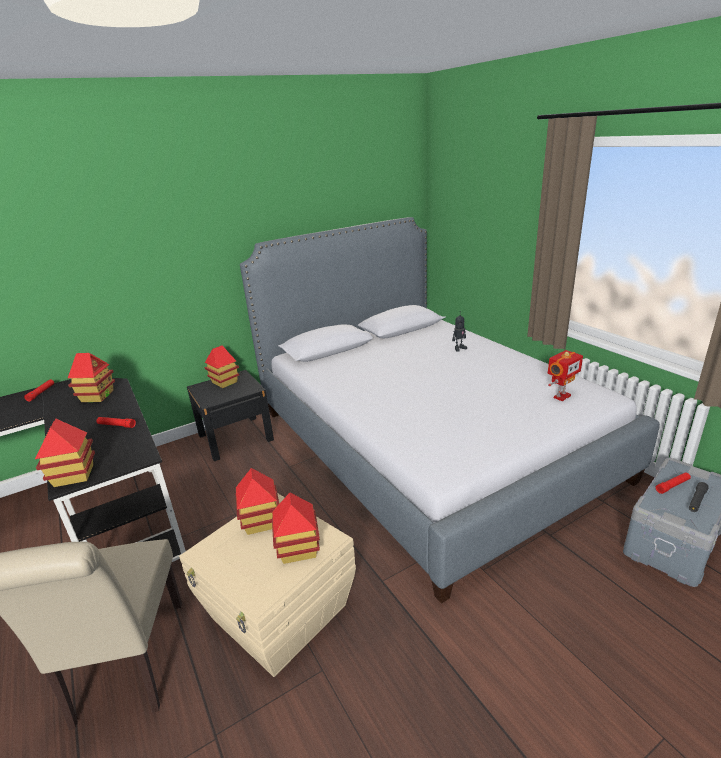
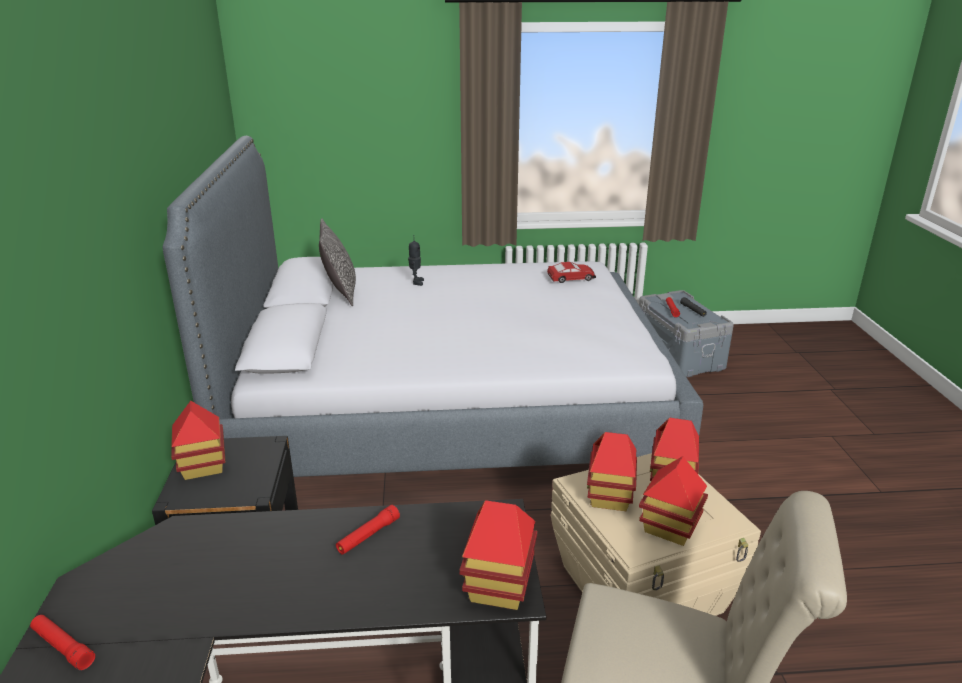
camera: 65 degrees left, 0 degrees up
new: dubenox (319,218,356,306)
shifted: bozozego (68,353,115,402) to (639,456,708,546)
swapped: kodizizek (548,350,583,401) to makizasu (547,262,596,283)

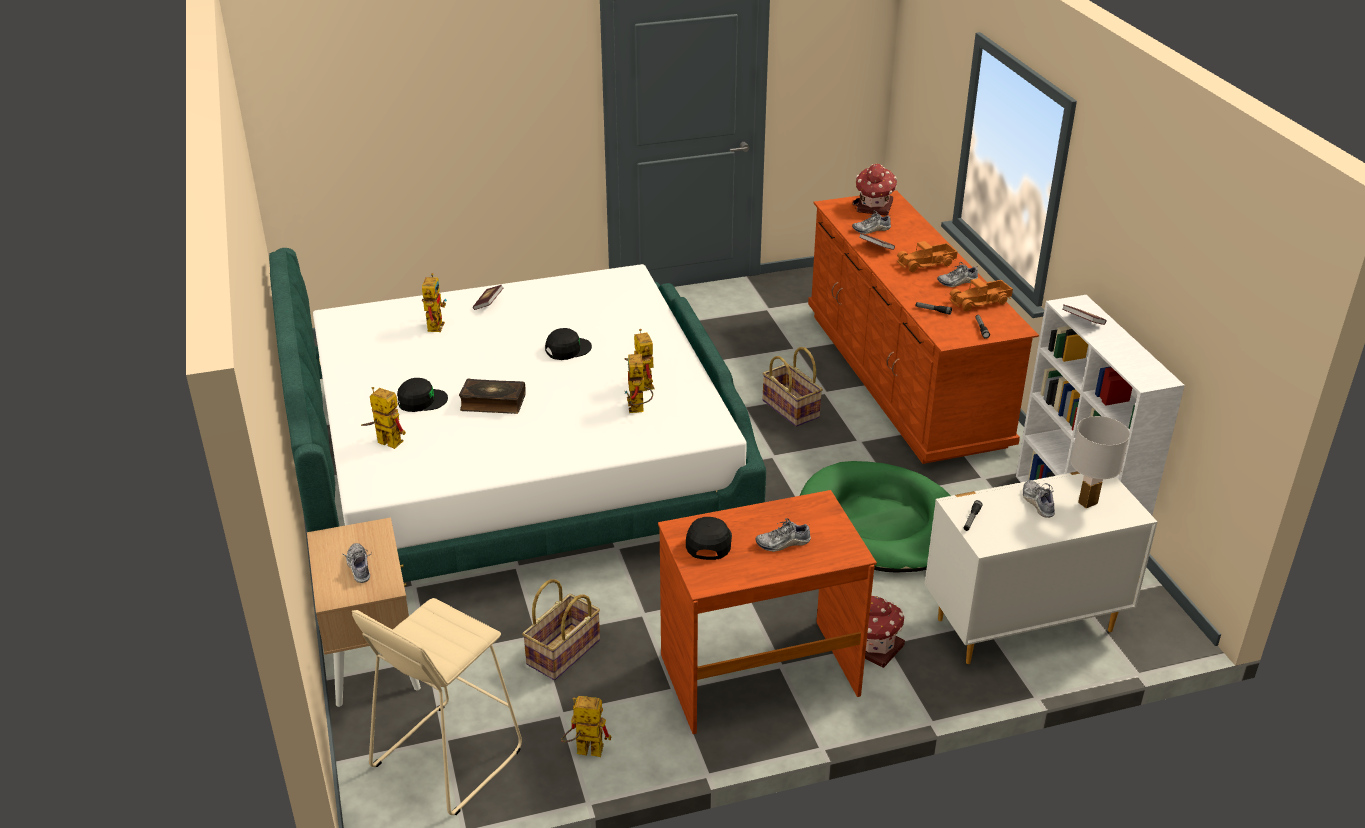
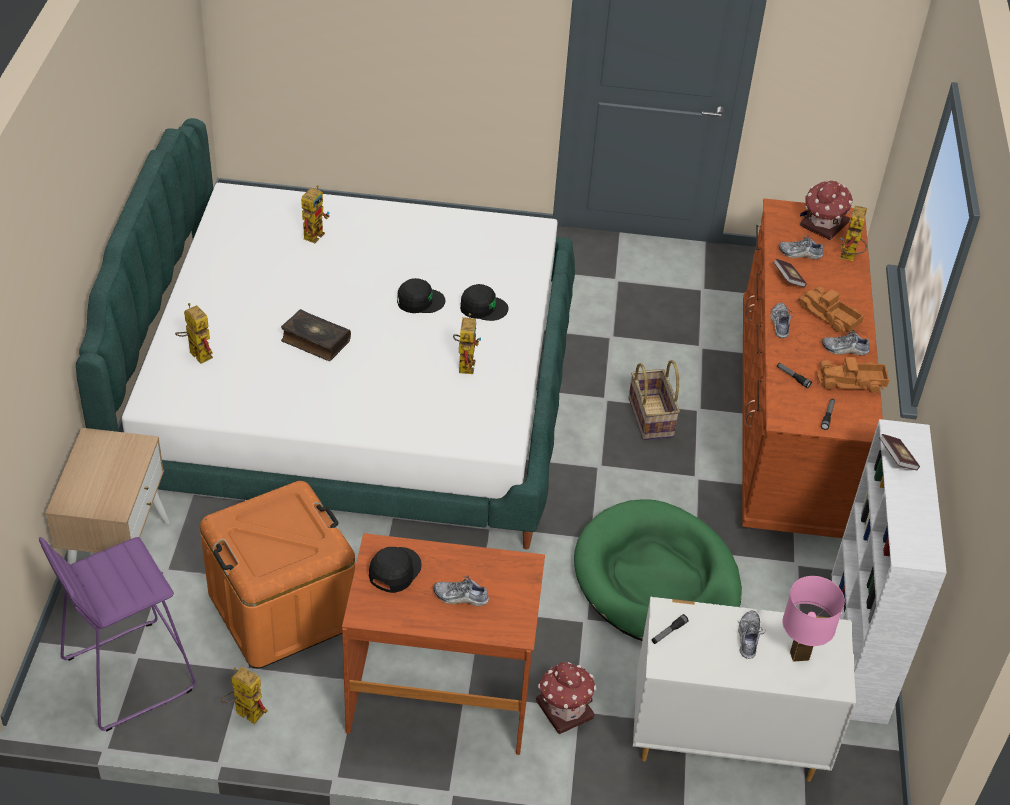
camera: 20 degrees right, 10 degrees up
gone: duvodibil (473,285,503,310)
shifted: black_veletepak (397,378,448,412) to (460,284,508,321); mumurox (343,543,372,583) to (770,303,795,338); kodizizek (624,354,653,413) to (840,205,867,261)
swapped: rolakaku (522,579,600,680) to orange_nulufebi (200,481,355,669)
repainted: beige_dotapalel (352,598,522,815) to purple_dotapalel (39,537,196,731); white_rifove (1071,416,1130,508) to pink_rifove (783,576,845,662)
rotated: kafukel (897,241,958,272) = (798,286,864,332) 45 degrees clockwise

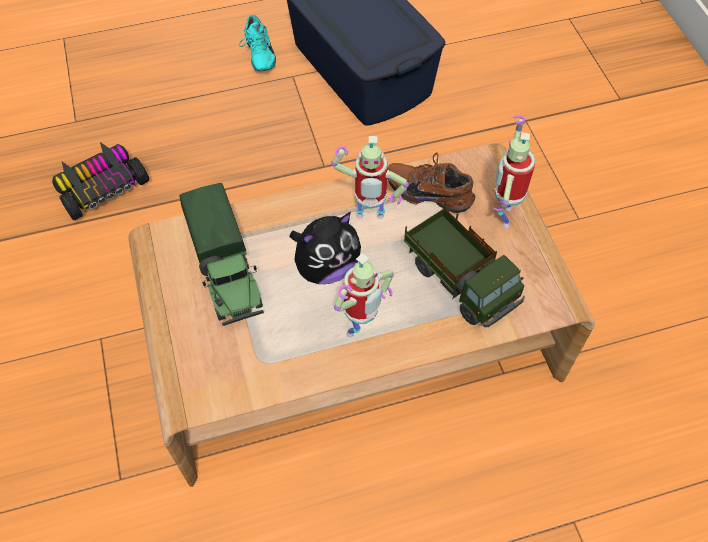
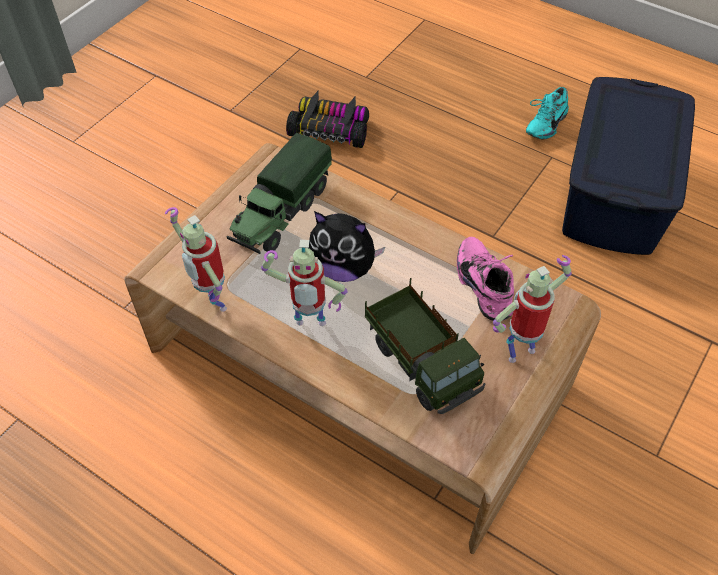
camera: 50 degrees right, 5 degrees down
shifted: kodizizek (331,136,409,219) to (165,207,227,312)
repainted: brown_mumurox (387,153,475,213) to pink_mumurox (457,237,514,321)
rotated: kafukel (404,201,525,327) = (364,278,485,414) 45 degrees counterclockwise

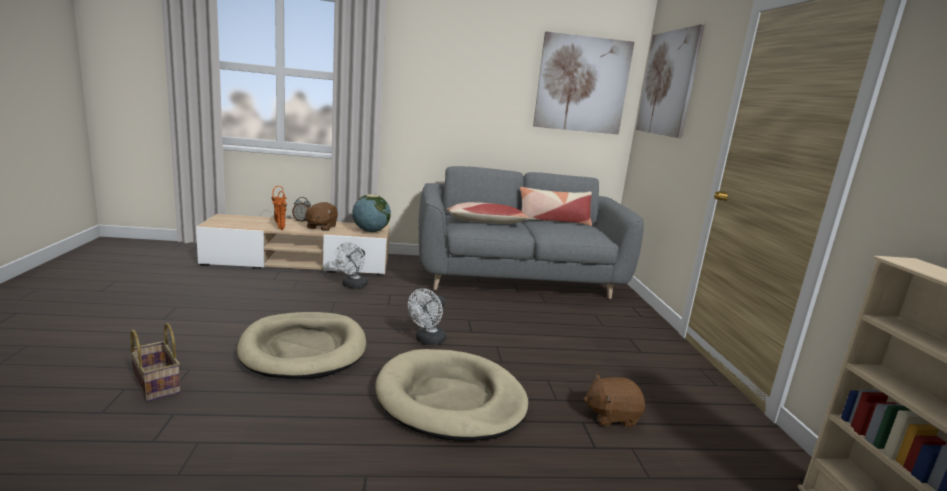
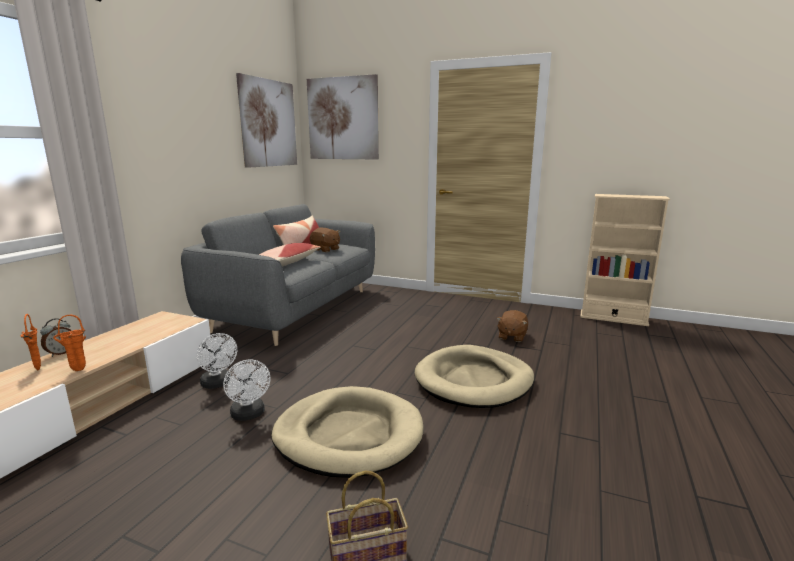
camera: 60 degrees left, 0 degrees up
gone: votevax (352,194,391,232)
shifted: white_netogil (408,288,446,345) to (223,359,270,421); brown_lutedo (304,202,338,231) to (310,228,340,252)

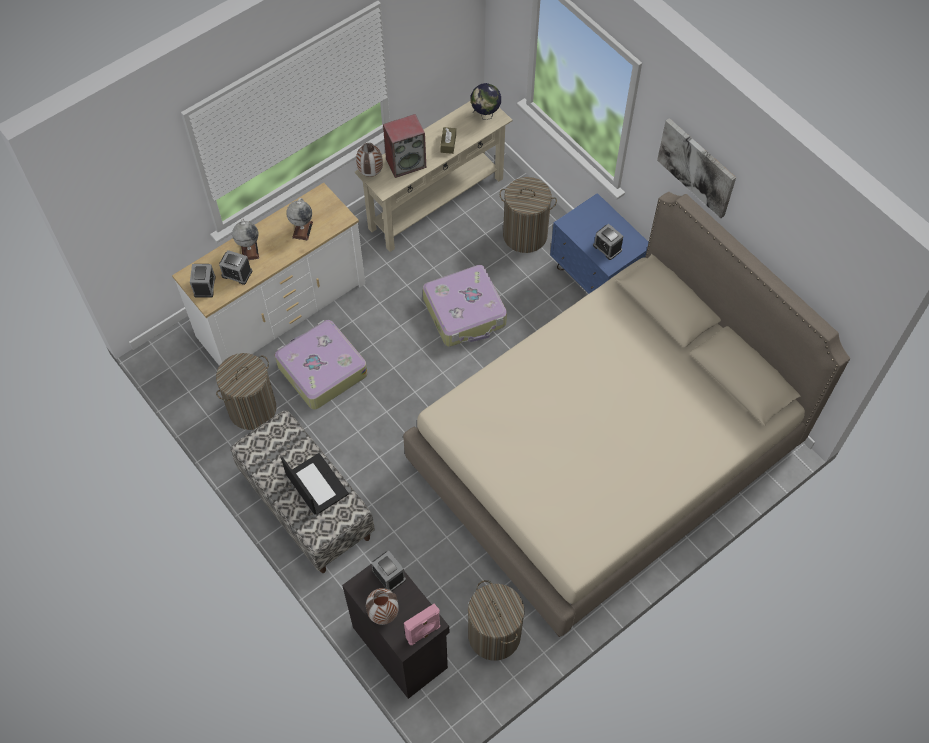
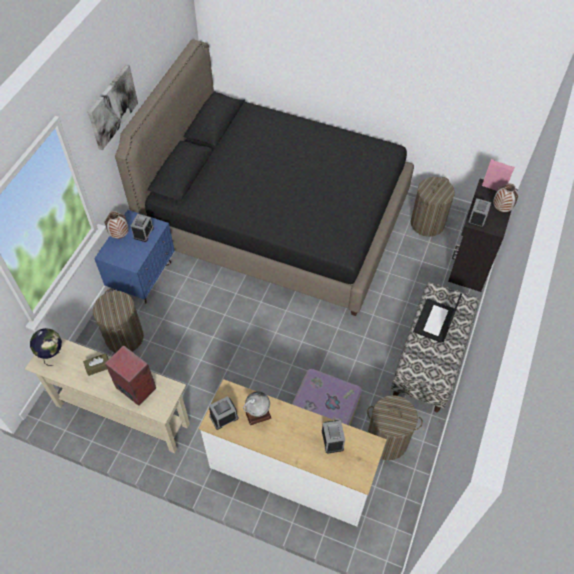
camera: 120 degrees left, 5 degrees down
gone: votevax (232,219,259,260); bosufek (423,265,507,347)
shifted: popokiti (356,143,383,177) to (104,211,129,239); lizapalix (190,264,216,298) to (209,396,239,430)
repainted: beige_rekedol (403,192,850,637) to black_rekedol (115,39,414,316)

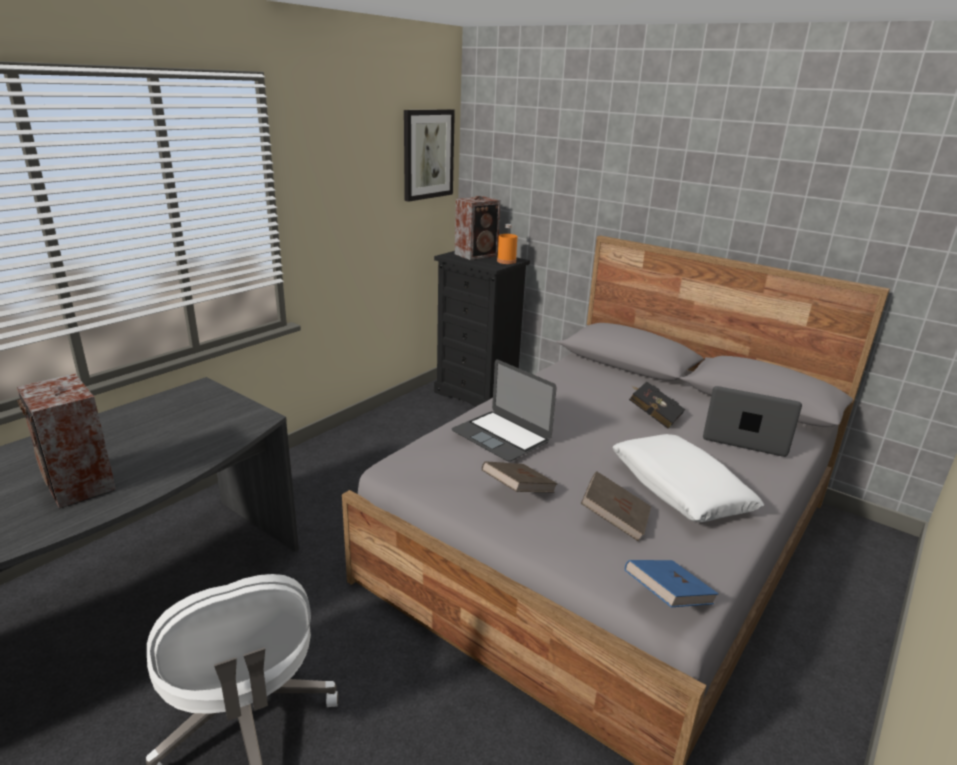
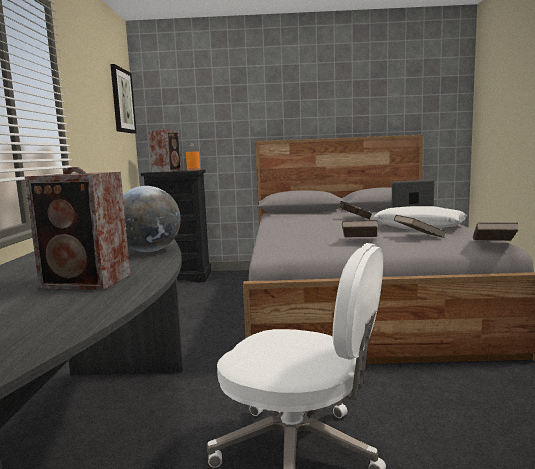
camera: 35 degrees left, 15 degrees down
gone: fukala (452,359,557,461)
new: votevax (123,186,181,252)
repainted: blue_duvodibil (625,560,719,607) to brown_duvodibil (473,223,518,241)

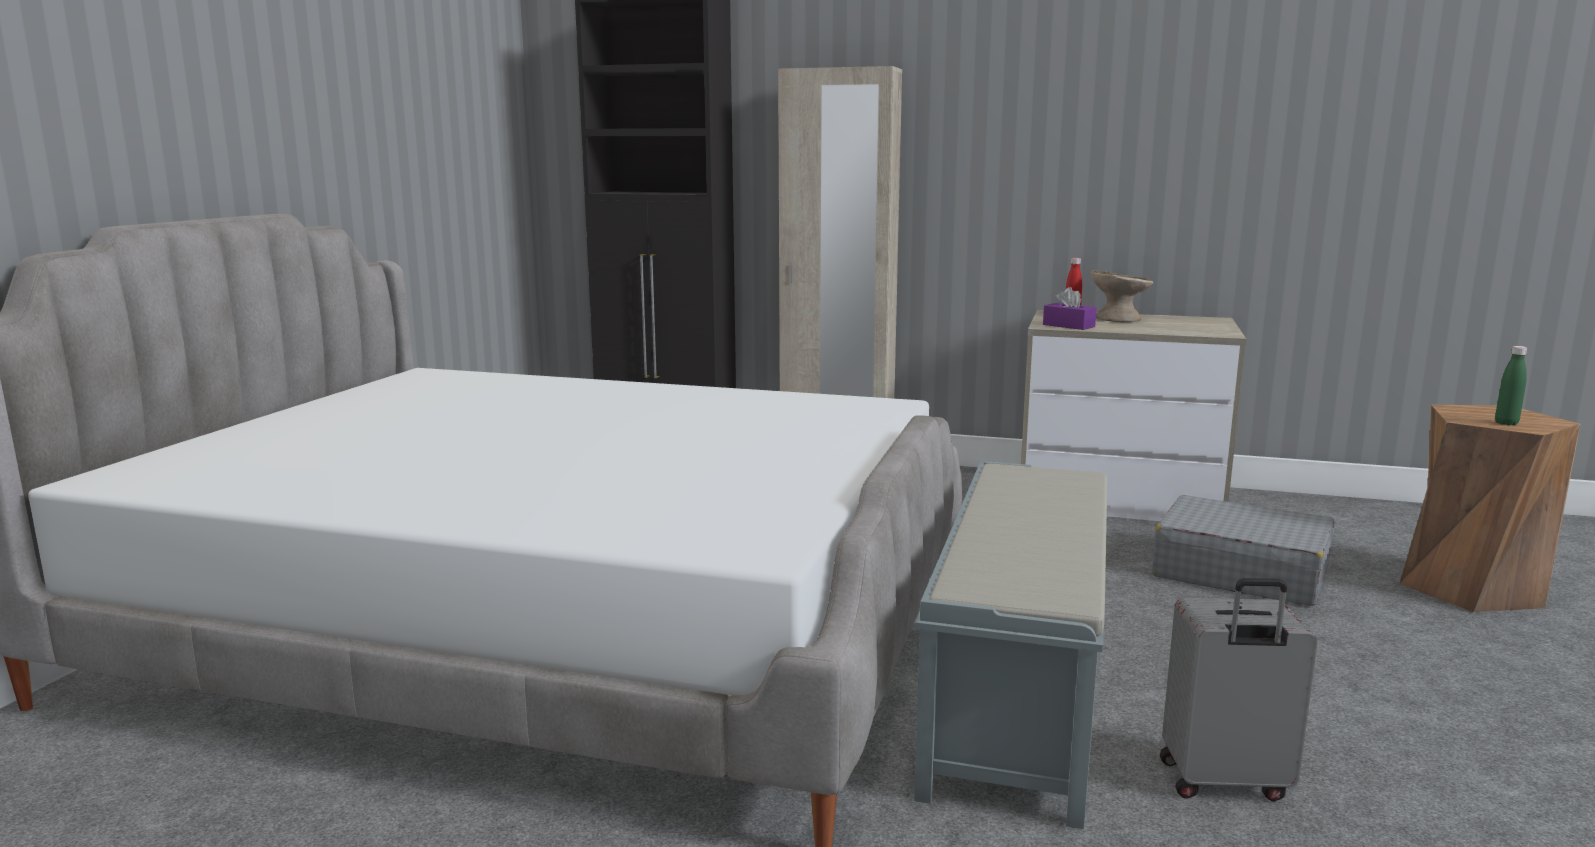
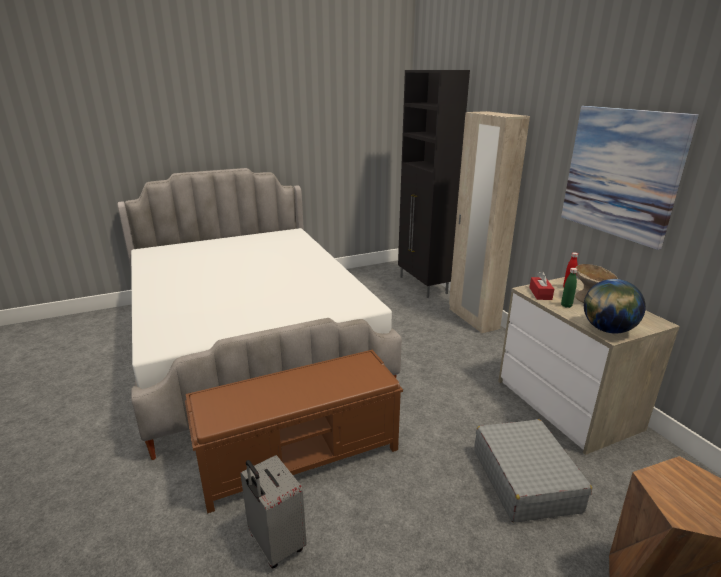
camera: 50 degrees right, 10 degrees up
new: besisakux (561,106,699,250); votevax (584,279,646,333)
shifted: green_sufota (1495,346,1527,425) to (561,268,577,308)
repainted: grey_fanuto (914,461,1107,829) to brown_fanuto (185,350,403,513); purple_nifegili (1043,287,1097,330) to red_nifegili (529,271,554,300)

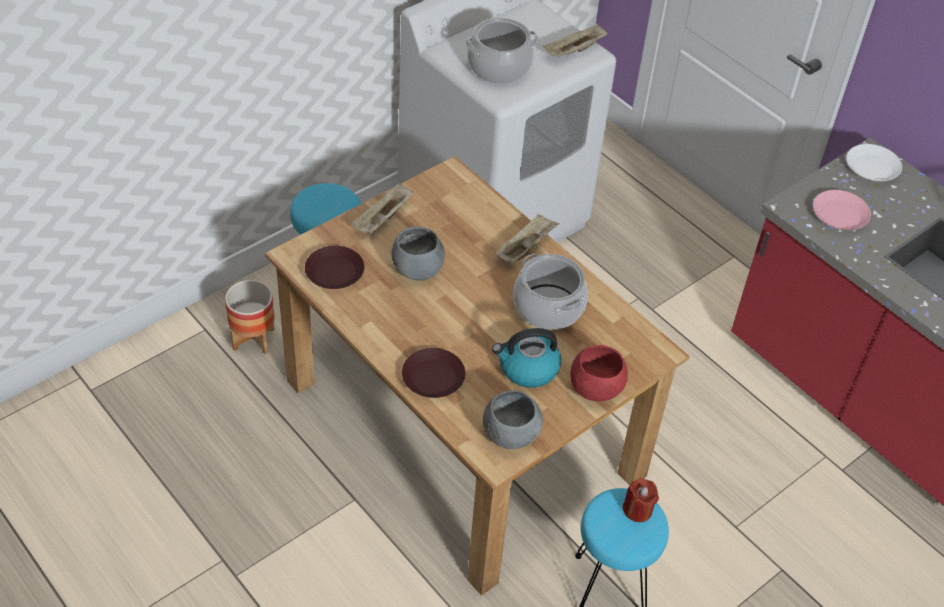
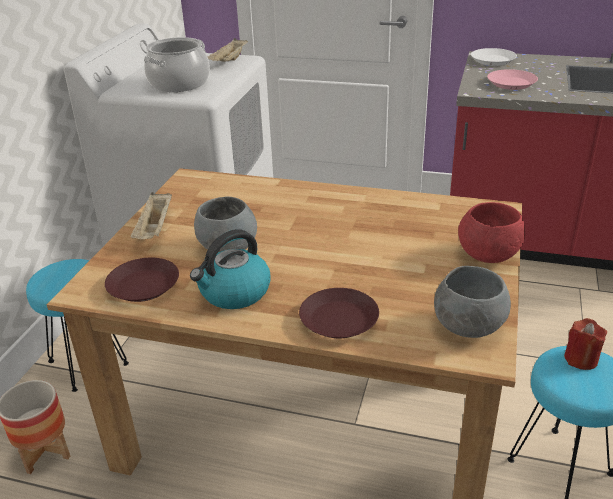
camera: 30 degrees left, 15 degrees down
gone: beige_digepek (496,214,559,264); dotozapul (513,254,588,330)
shifted: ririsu (492,328,561,388) to (190,229,271,309)

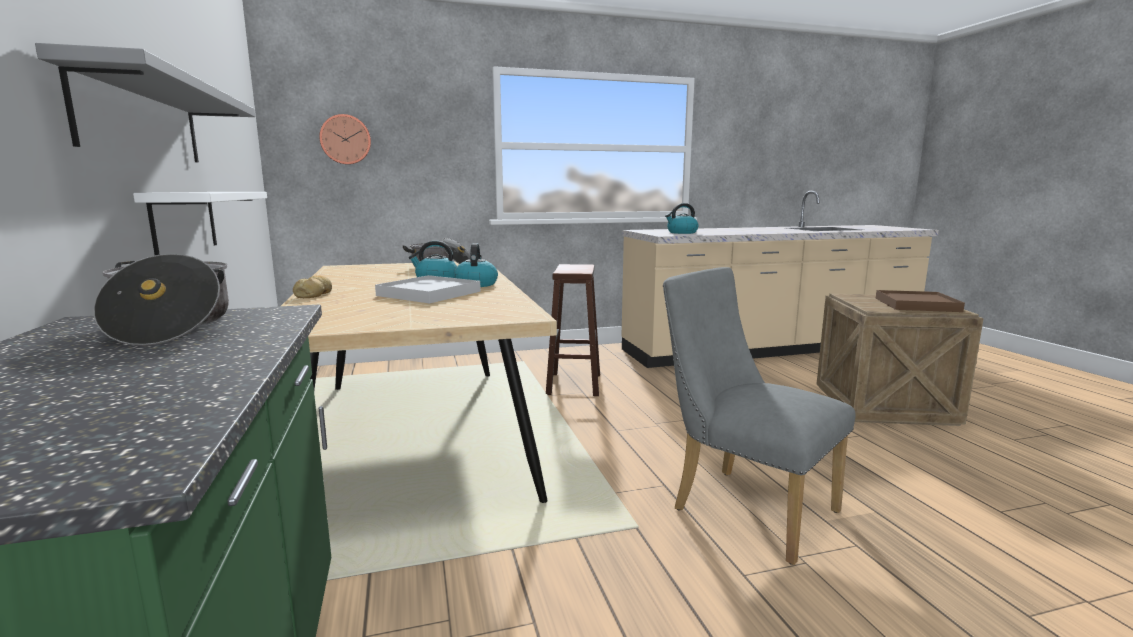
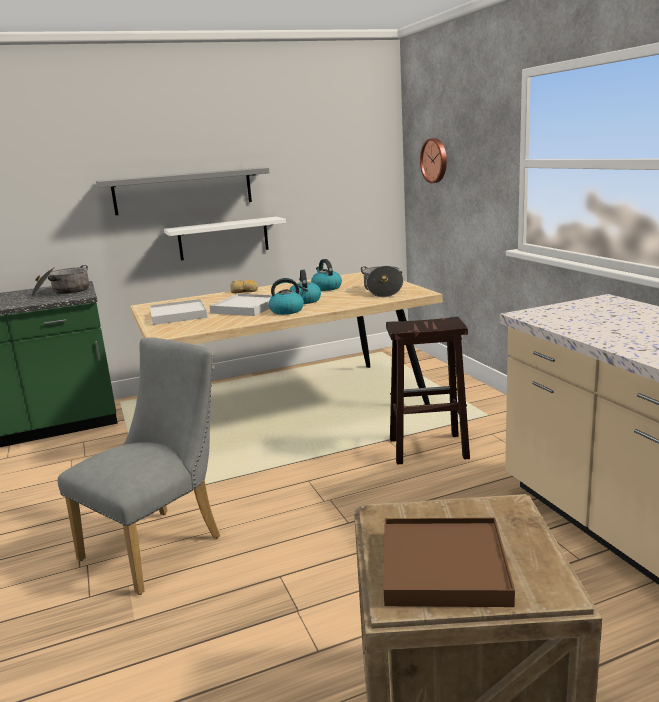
camera: 85 degrees right, 5 degrees up
new: white_digepek (150,299,207,325)
shifted: ririsu (665,203,699,234) to (311,259,342,291)

